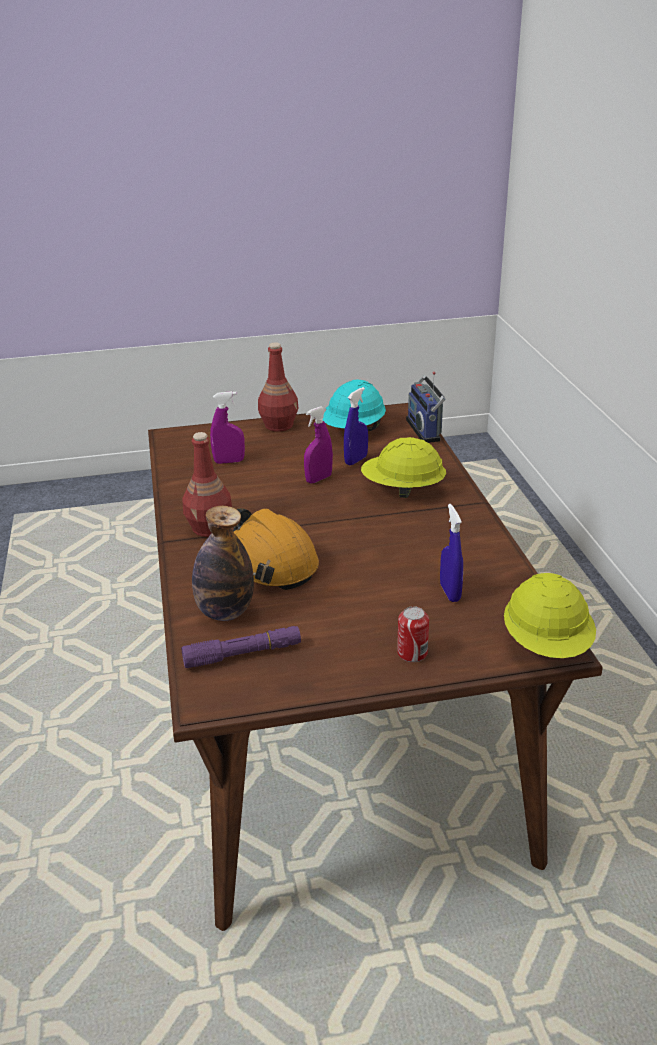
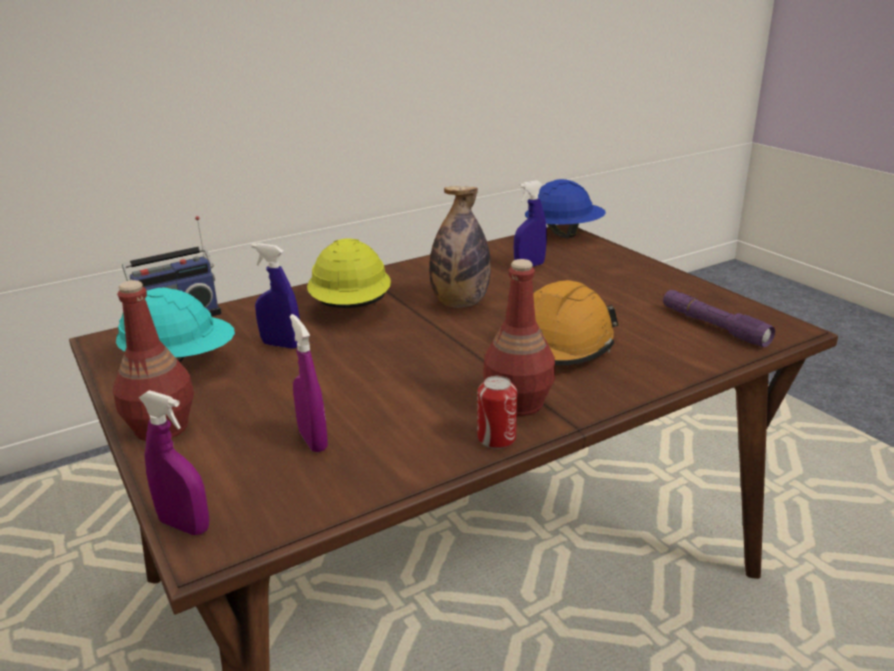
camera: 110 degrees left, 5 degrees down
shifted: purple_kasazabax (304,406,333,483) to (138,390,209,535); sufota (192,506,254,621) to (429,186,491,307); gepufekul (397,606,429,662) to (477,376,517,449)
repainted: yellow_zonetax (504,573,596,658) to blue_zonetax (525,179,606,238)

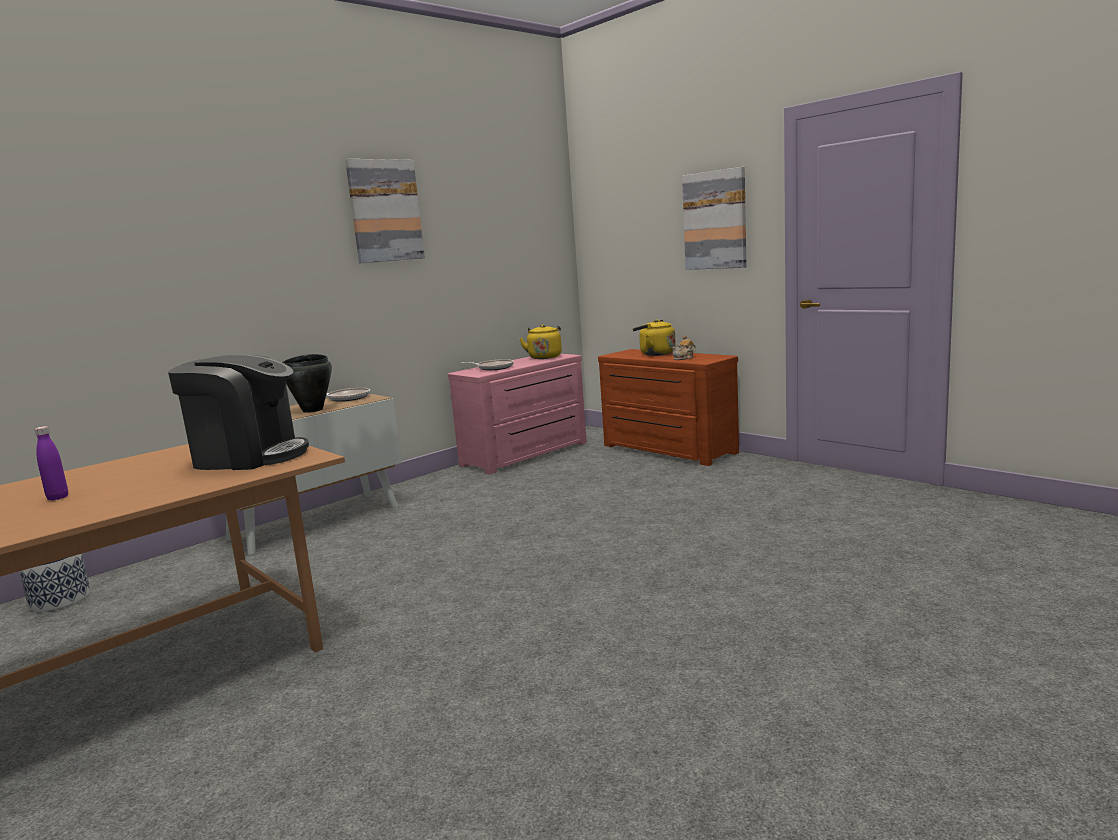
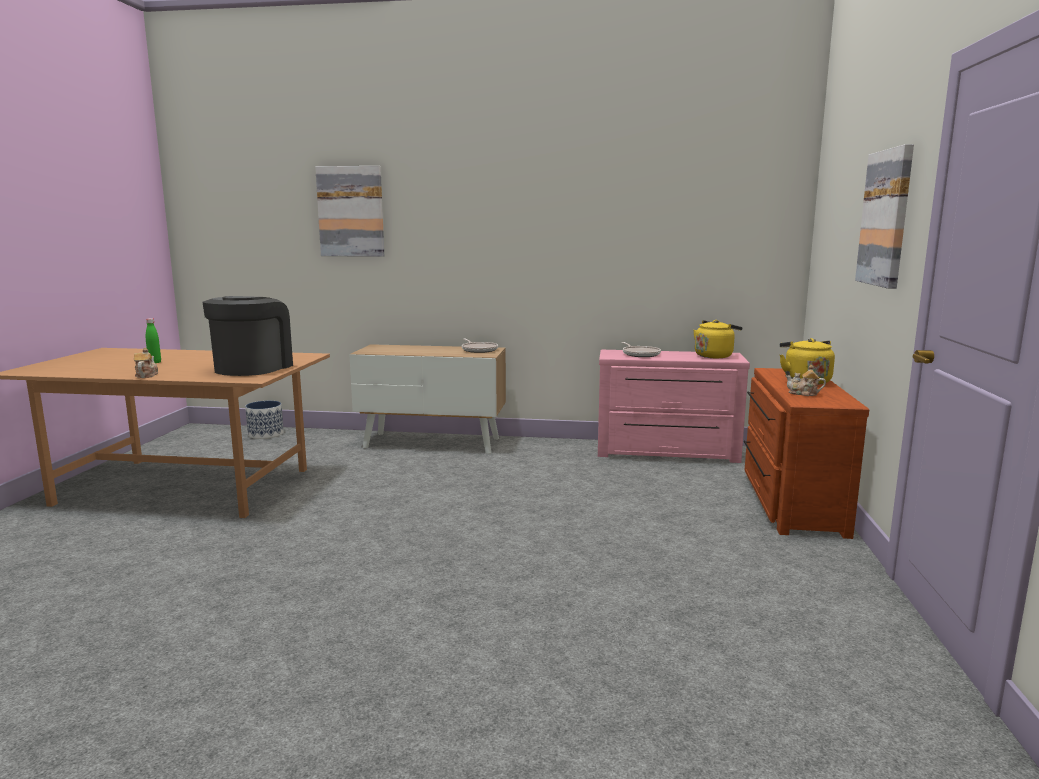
camera: 50 degrees right, 0 degrees up
gone: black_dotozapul (282,354,332,413)
new: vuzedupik (134,348,158,378)
shifted: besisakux (345,159,425,263) to (315,166,384,257)
repainted: purple_sufota (35,426,68,500) to green_sufota (146,318,161,363)
rotated: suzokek (168,354,309,470) = (202,296,293,376) 135 degrees counterclockwise

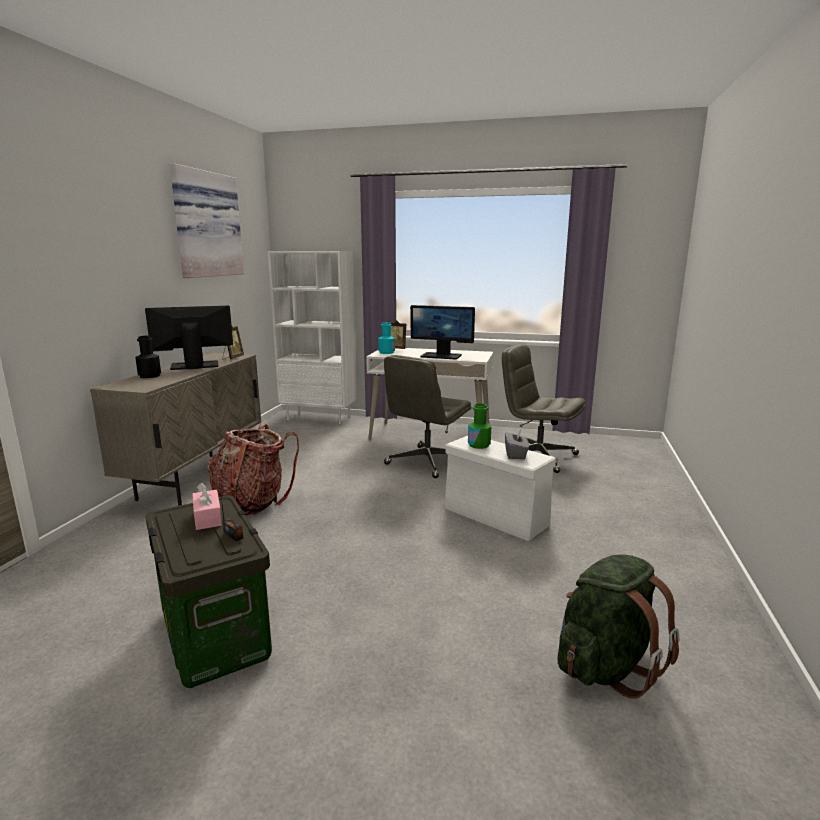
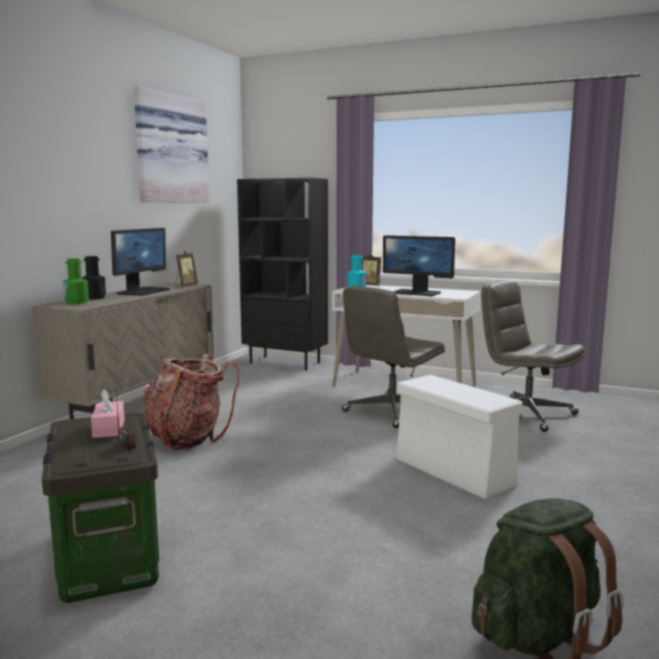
camera: 10 degrees right, 5 degrees down
gone: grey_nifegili (505,428,529,459)
shifted: green_sufota (468,403,491,449) to (63,259,89,304)
repainted: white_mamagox (268,251,357,424) to black_mamagox (237,178,328,370)
rotated: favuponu (145,305,233,370) = (111,228,170,296) 120 degrees clockwise

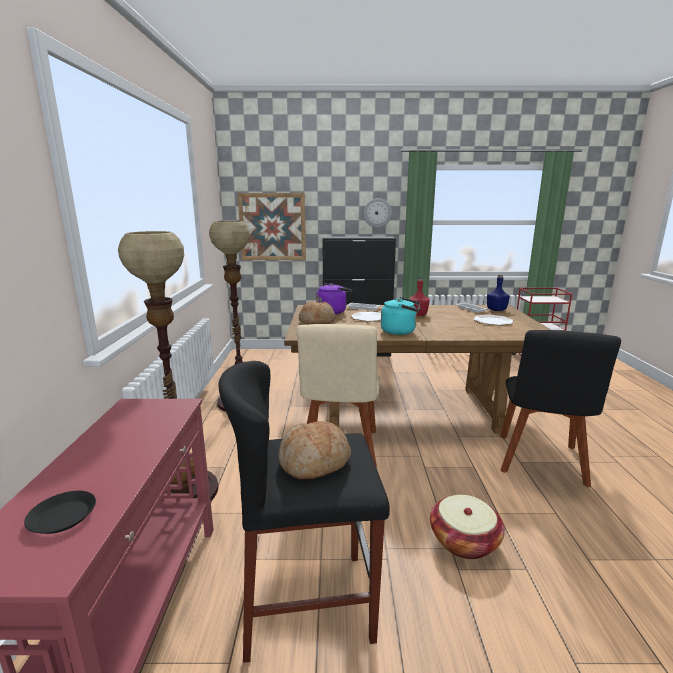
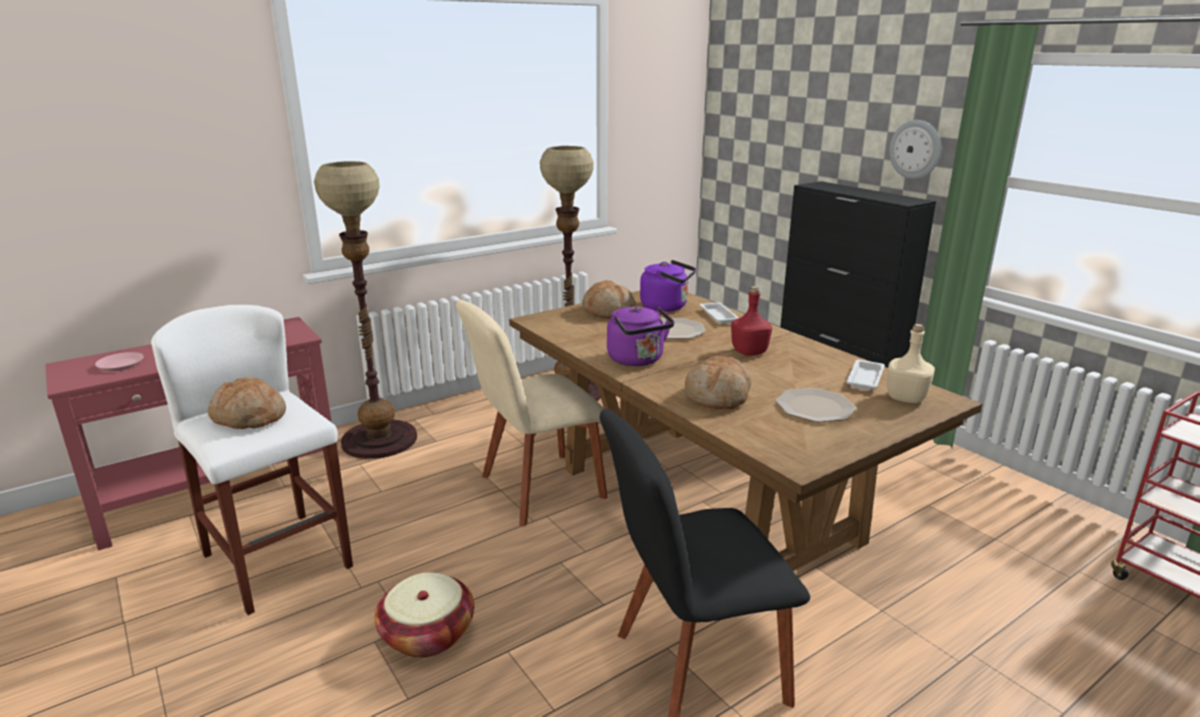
camera: 55 degrees right, 5 degrees up
gone: besisakux (237,193,306,260)
new: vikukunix (685,356,751,409)
repainted: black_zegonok (24,491,96,534) to pink_zegonok (95,352,144,371); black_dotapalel (219,361,390,663) to white_dotapalel (151,305,353,615); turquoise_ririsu (381,297,420,335) to purple_ririsu (607,306,674,366); blue_sufota (487,274,510,311) to beige_sufota (887,324,935,403)

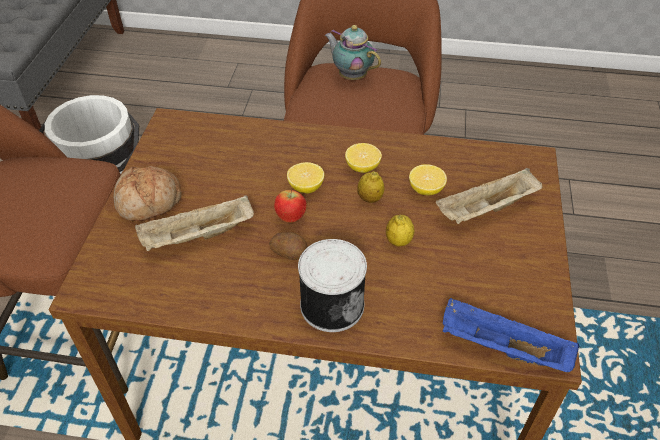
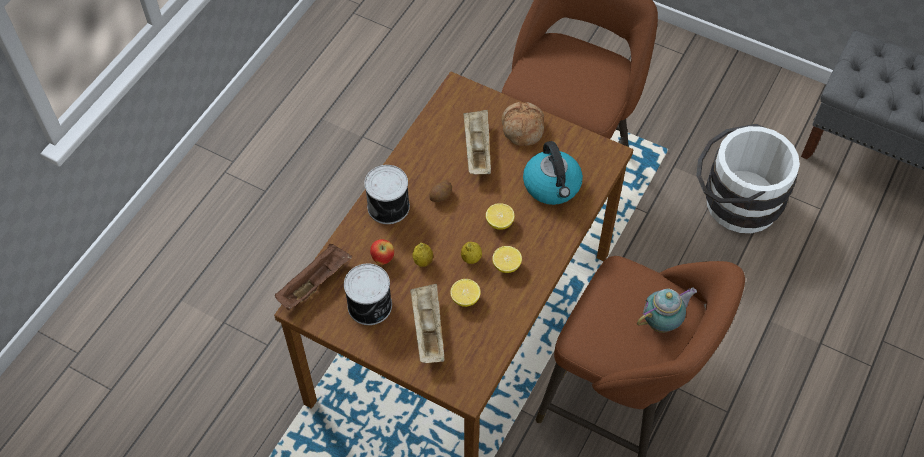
camera: 110 degrees right, 10 degrees up
new: gepufekul (344,263,392,325); ririsu (523,141,583,205)
shifted: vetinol (274,189,307,223) to (370,239,394,265)
repainted: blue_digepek (443,298,580,372) to brown_digepek (275,243,352,310)

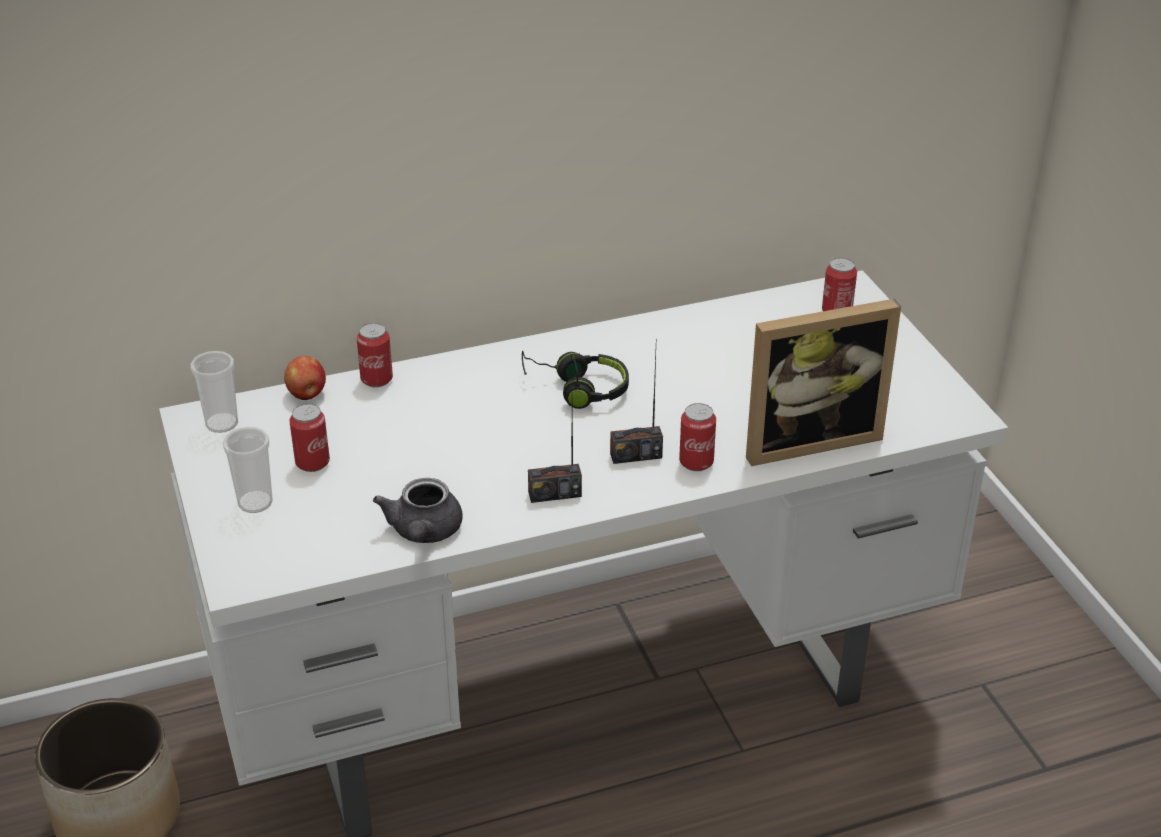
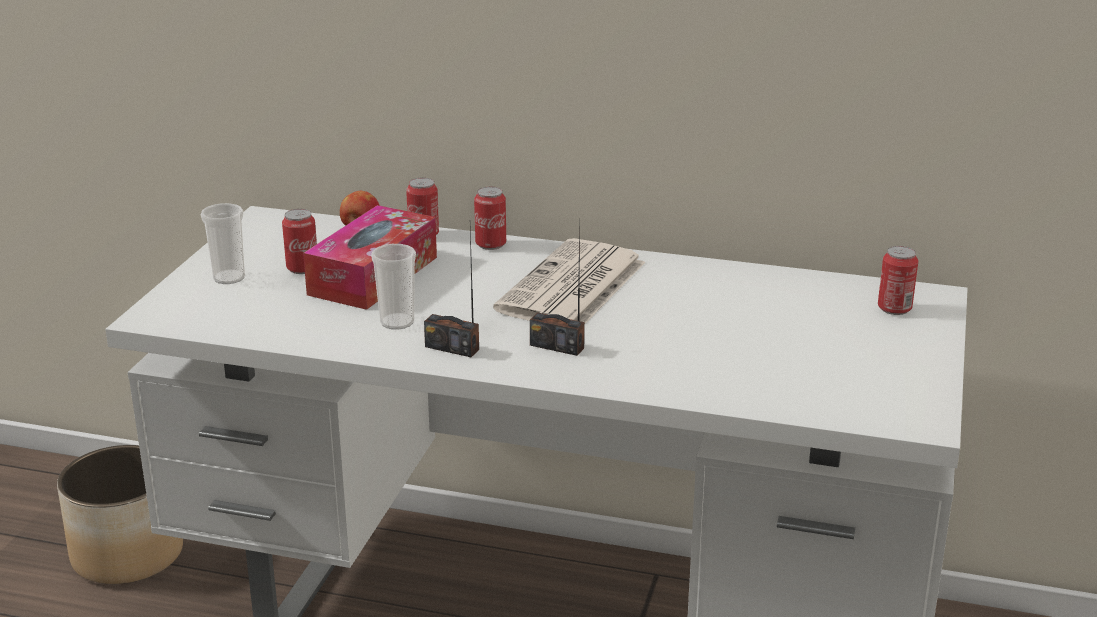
camera: 35 degrees right, 10 degrees down
gone: grey_vuzedupik (373,478,462,543); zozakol (746,299,901,466)
new: nifegili (303,205,437,310)
shifted: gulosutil (191,351,238,433) to (371,244,416,330); gepufekul (679,403,716,471) to (474,187,506,250)
swapped: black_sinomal (522,351,629,409) to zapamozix (493,238,645,323)

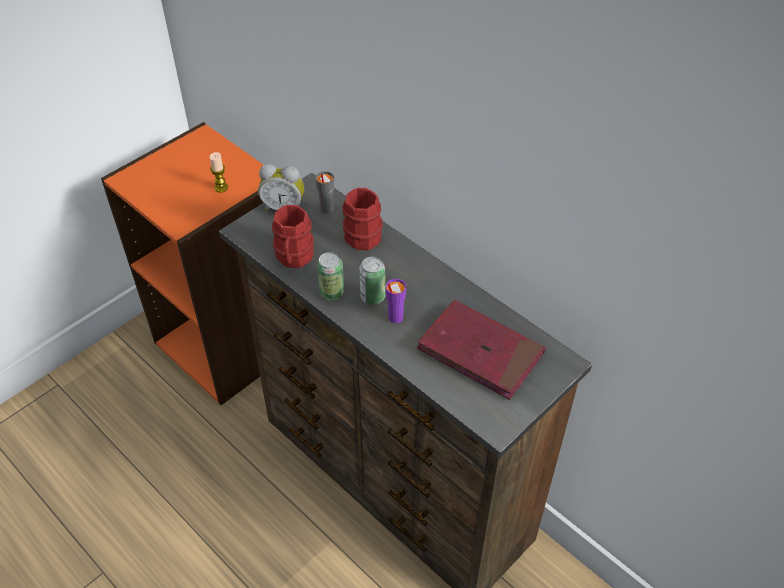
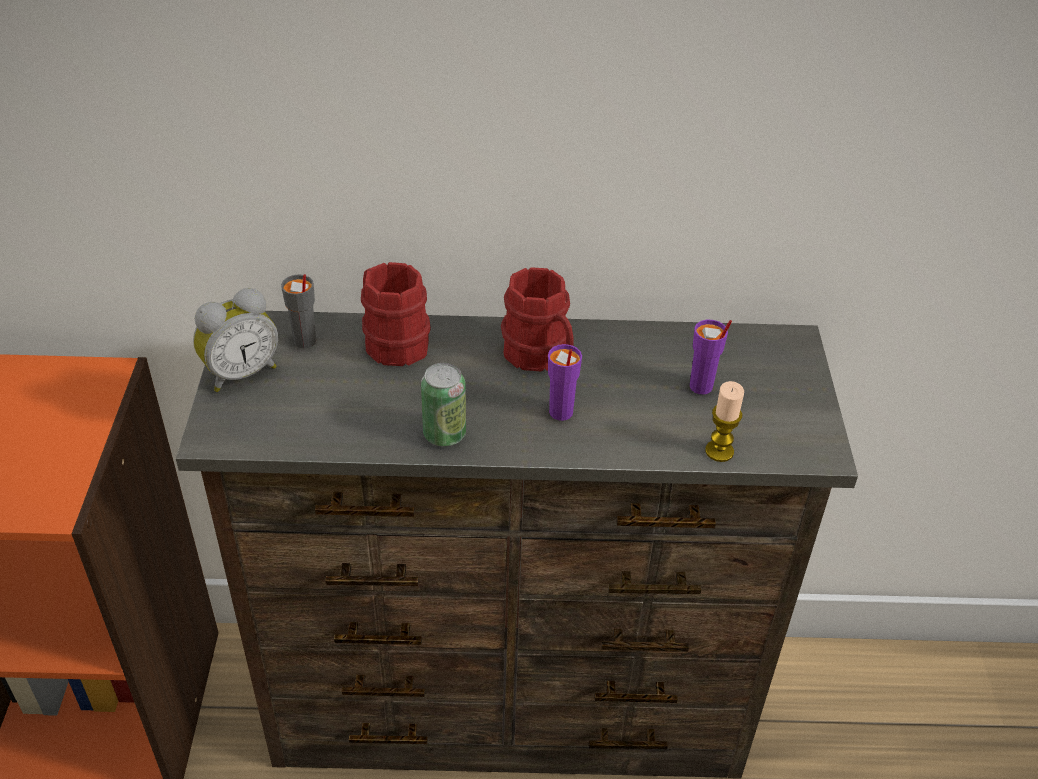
camera: 45 degrees left, 5 degrees down
gone: gepufekul (359,257,386,305)
shifted: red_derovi (272,205,314,268) to (501,267,574,372); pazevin (210,152,228,193) to (705,381,744,462)
swapped: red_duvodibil (417,300,546,400) to purple_gulosutil (690,320,732,394)

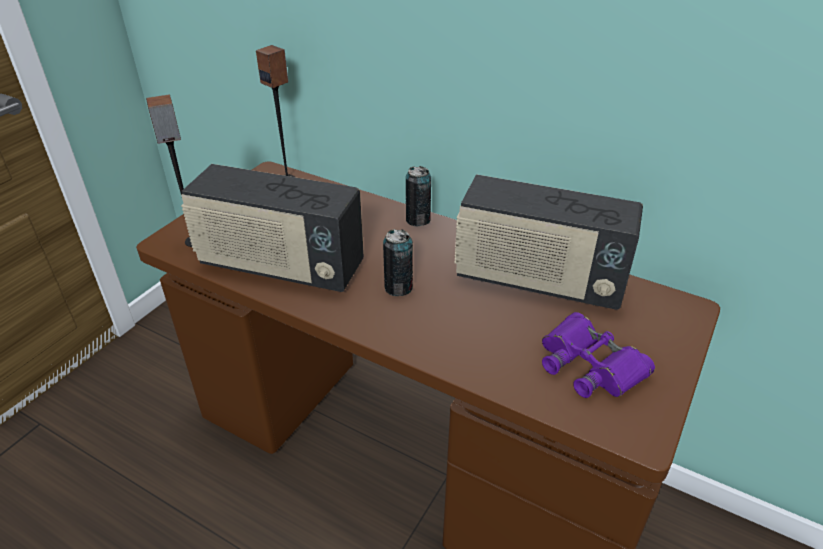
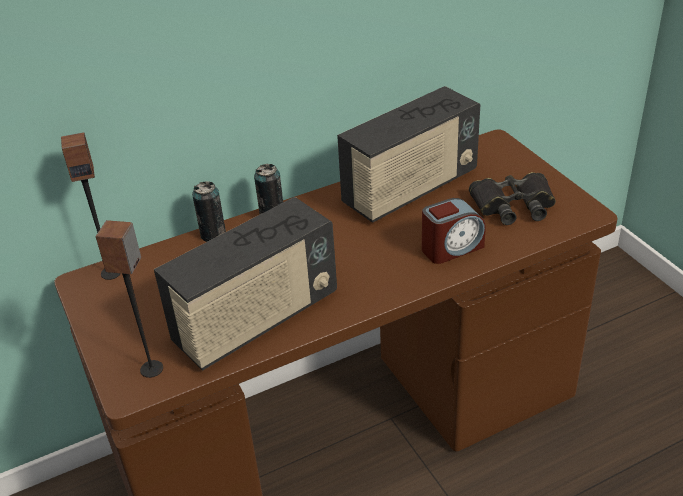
camera: 55 degrees left, 0 degrees up
new: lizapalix (422,198,486,264)
shifted: gepufekul (383,229,413,296) to (192,181,226,242)
repainted: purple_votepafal (542,312,655,398) to black_votepafal (469,172,556,225)

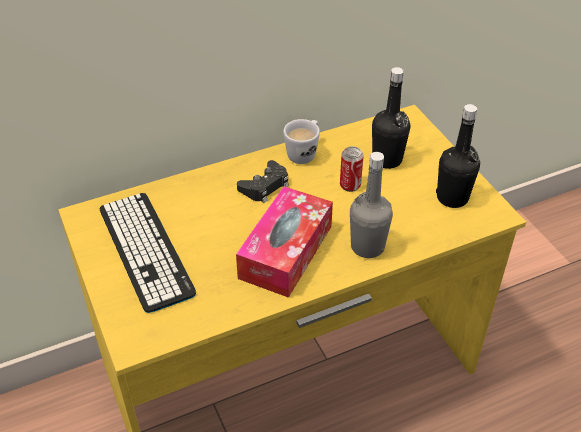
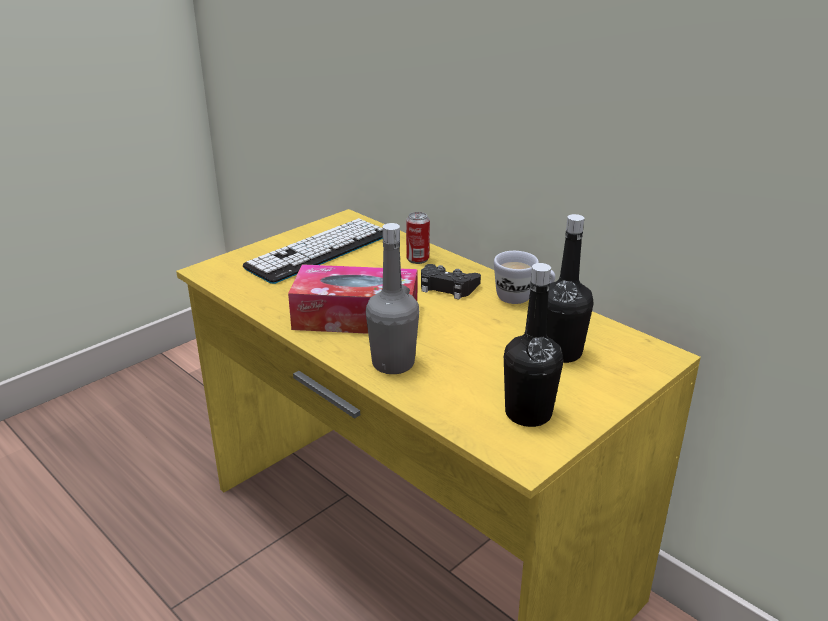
camera: 70 degrees right, 15 degrees down
shifted: gepufekul (340,146,364,192) to (406,212,430,264)

